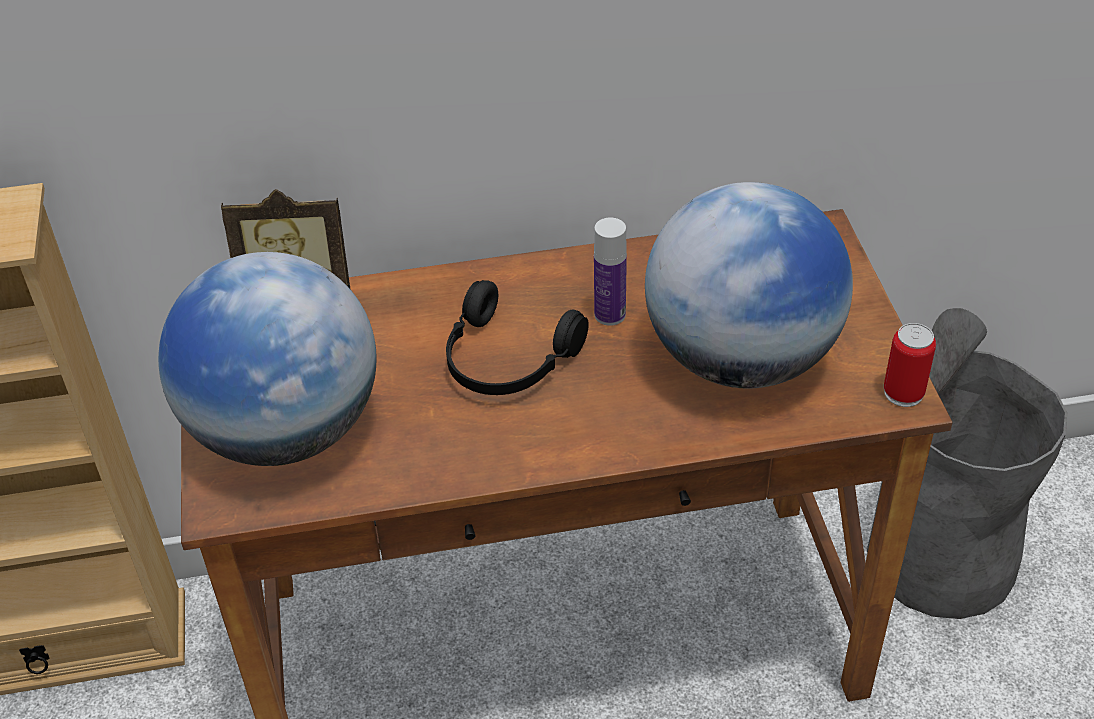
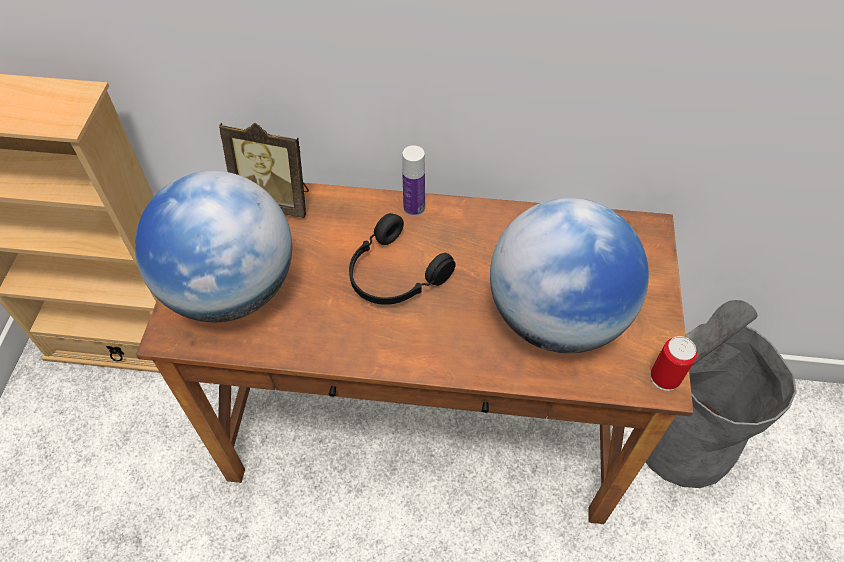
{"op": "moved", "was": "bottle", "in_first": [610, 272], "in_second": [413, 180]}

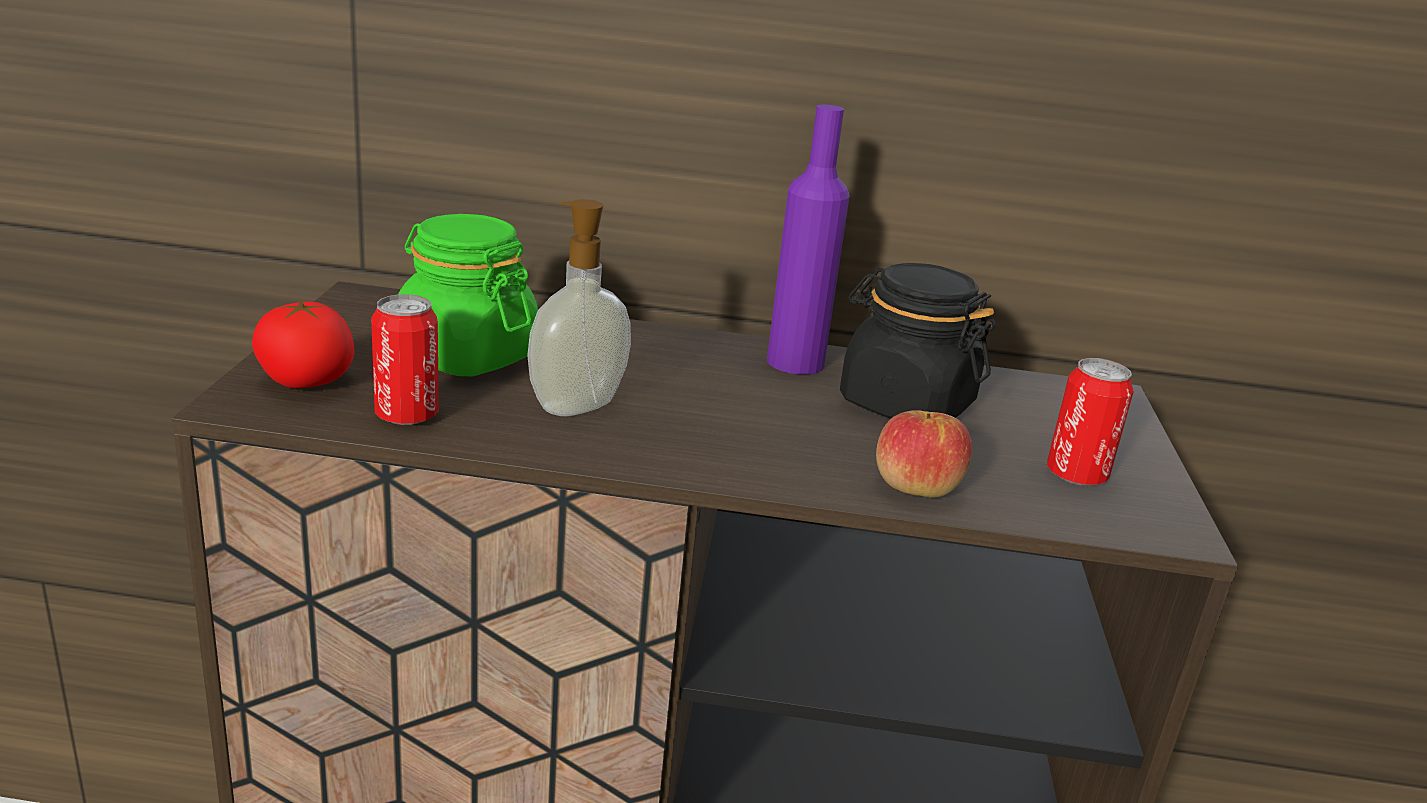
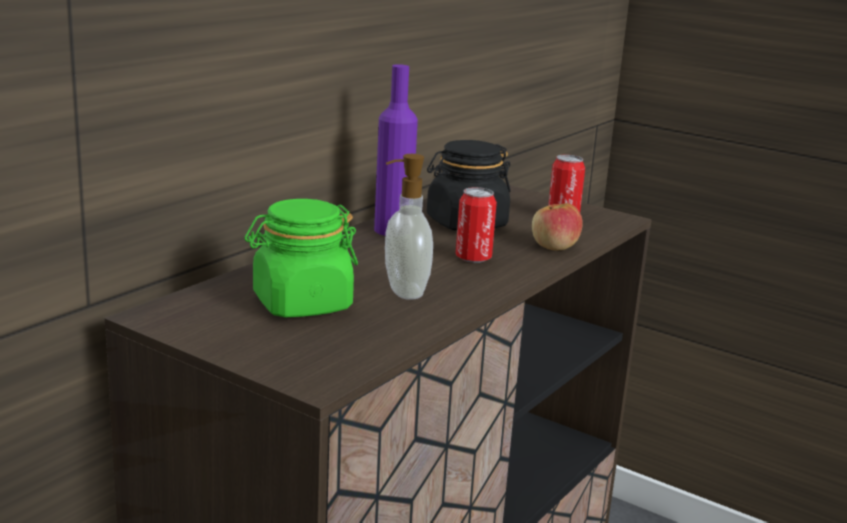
{"op": "removed", "was": "fresh tomato", "in_first": [303, 343]}
{"op": "moved", "was": "sealed can", "in_first": [405, 359], "in_second": [476, 225]}

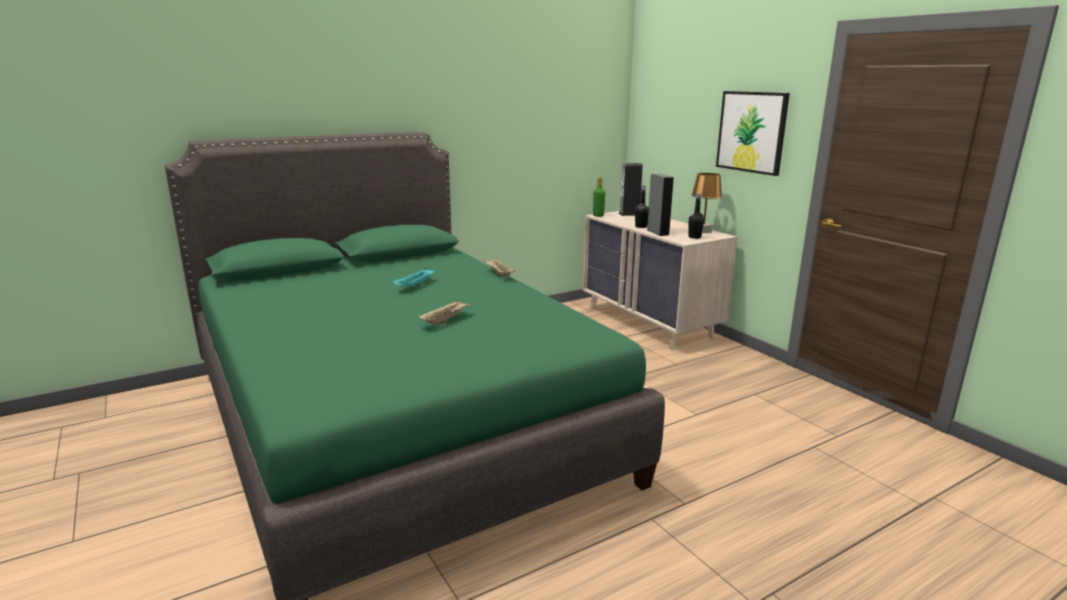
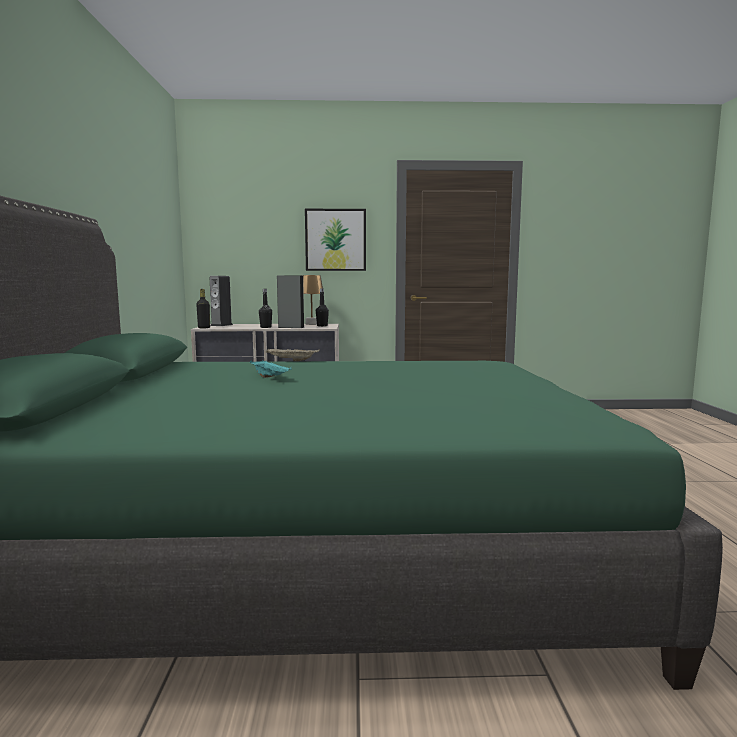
{"op": "removed", "was": "serving tray/beige-coloured", "in_first": [444, 312]}
{"op": "recoloured", "was": "bottle/green", "now": "bottle/blackish", "in_first": [599, 197], "in_second": [203, 308]}

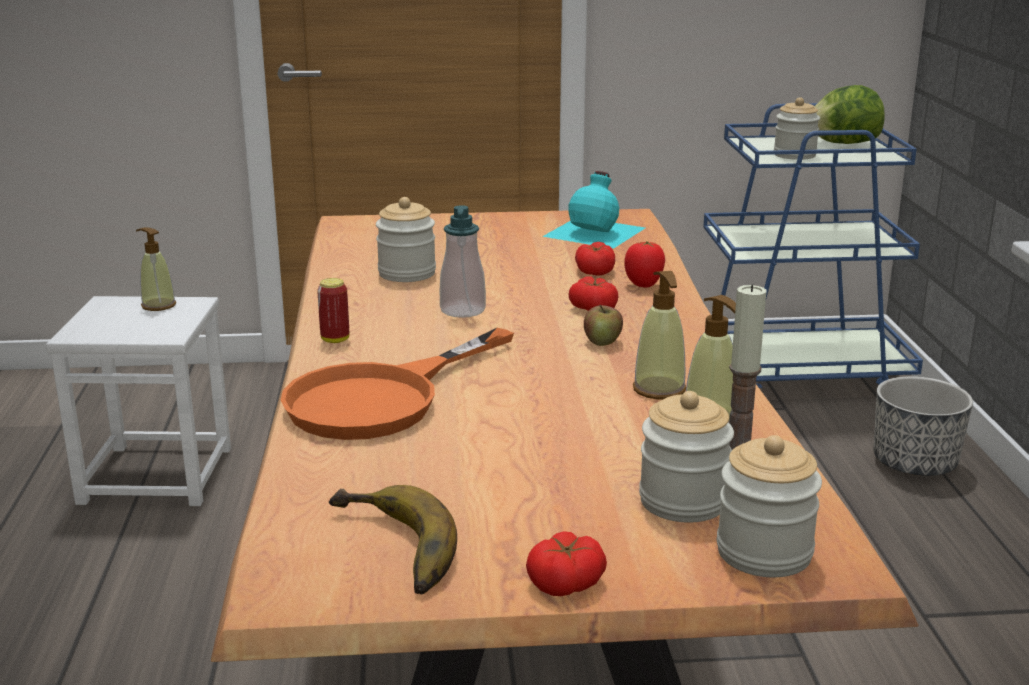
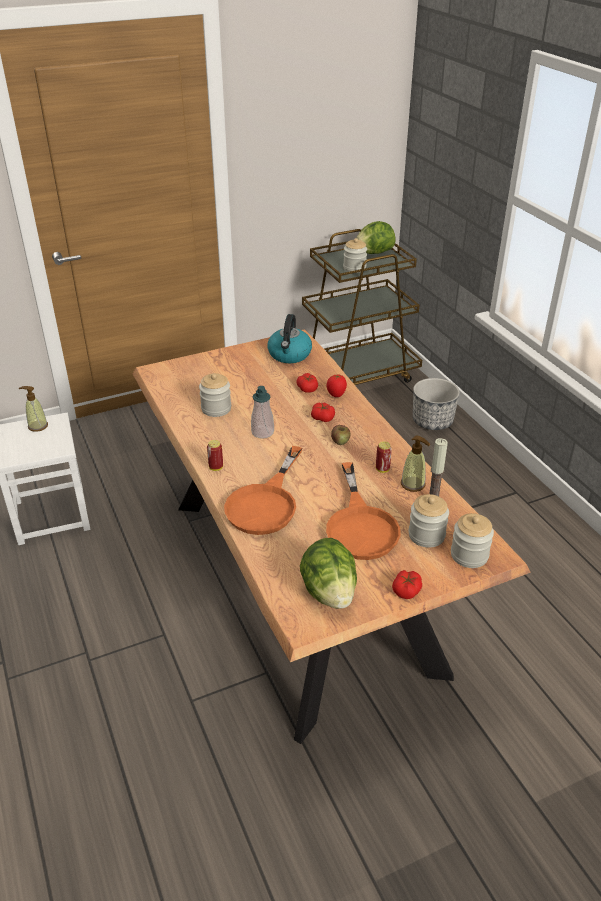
{"op": "added", "now": "frying pan/orange-coloured", "in_second": [363, 511]}
{"op": "replaced", "was": "banana", "now": "lettuce", "in_first": [393, 539], "in_second": [328, 573]}
{"op": "replaced", "was": "bottle/turquoise-coloured", "now": "tea kettle", "in_first": [593, 210], "in_second": [289, 338]}
{"op": "replaced", "was": "soap bottle", "now": "sealed can", "in_first": [659, 335], "in_second": [384, 457]}
{"op": "recoloured", "was": "trolley/blue-coloured", "now": "trolley/brown-coloured", "in_first": [813, 245], "in_second": [362, 307]}

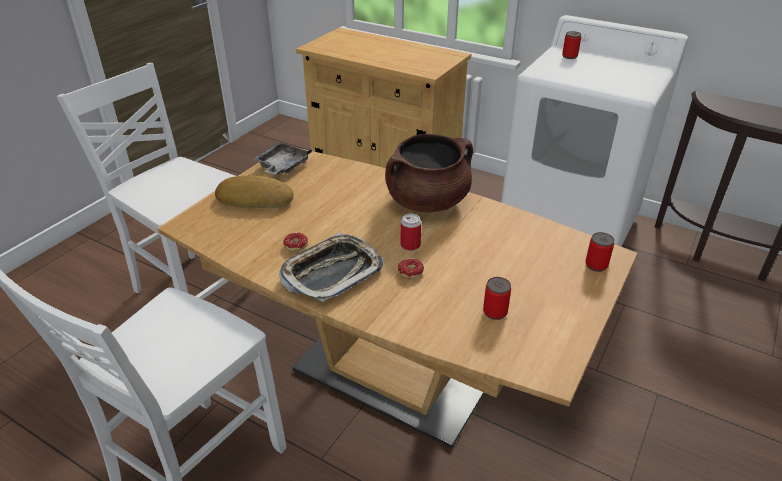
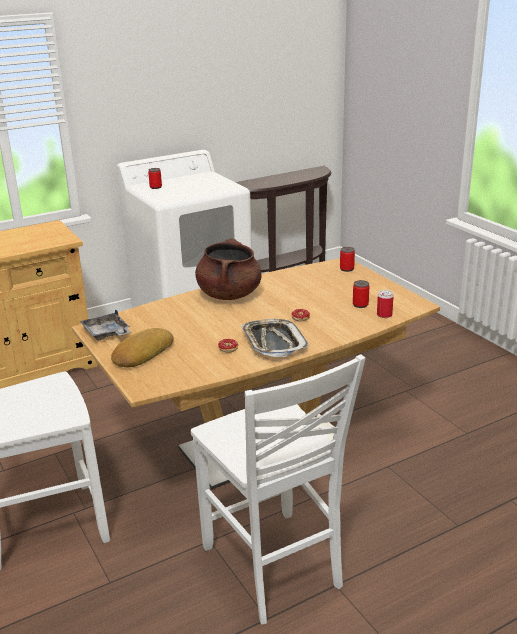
{"op": "moved", "was": "sealed can", "in_first": [411, 232], "in_second": [385, 304]}

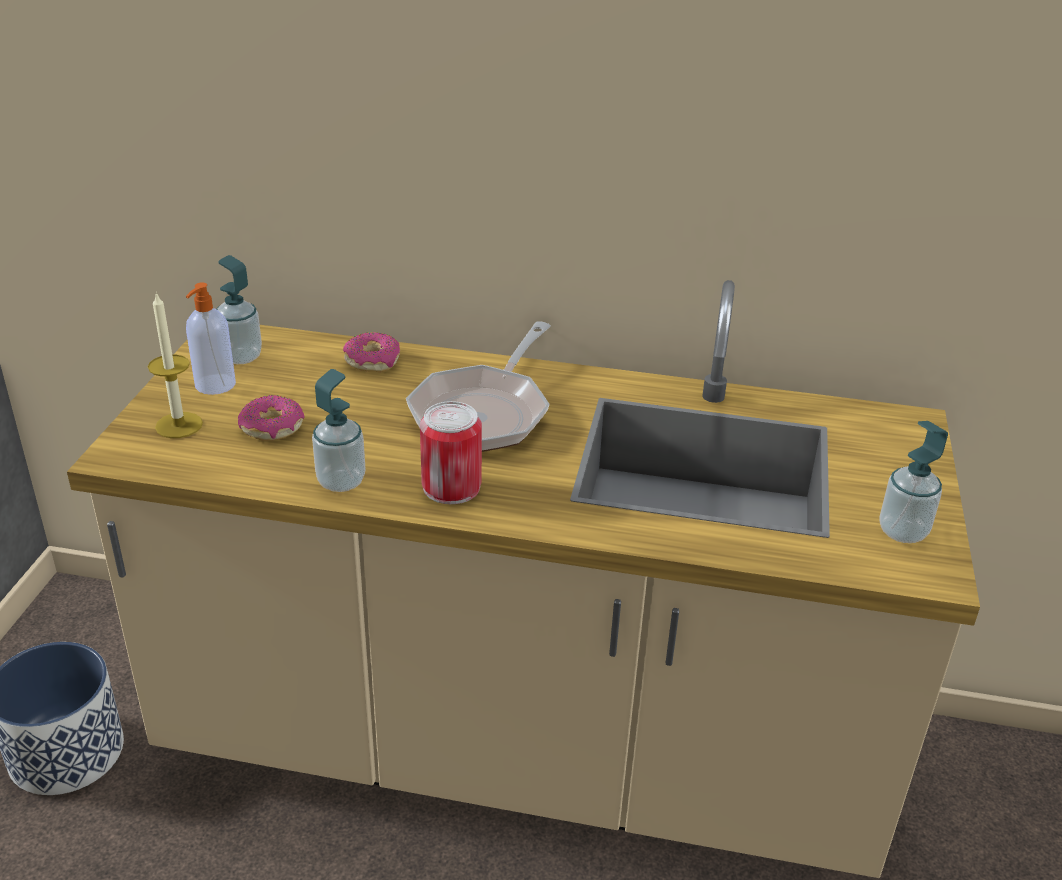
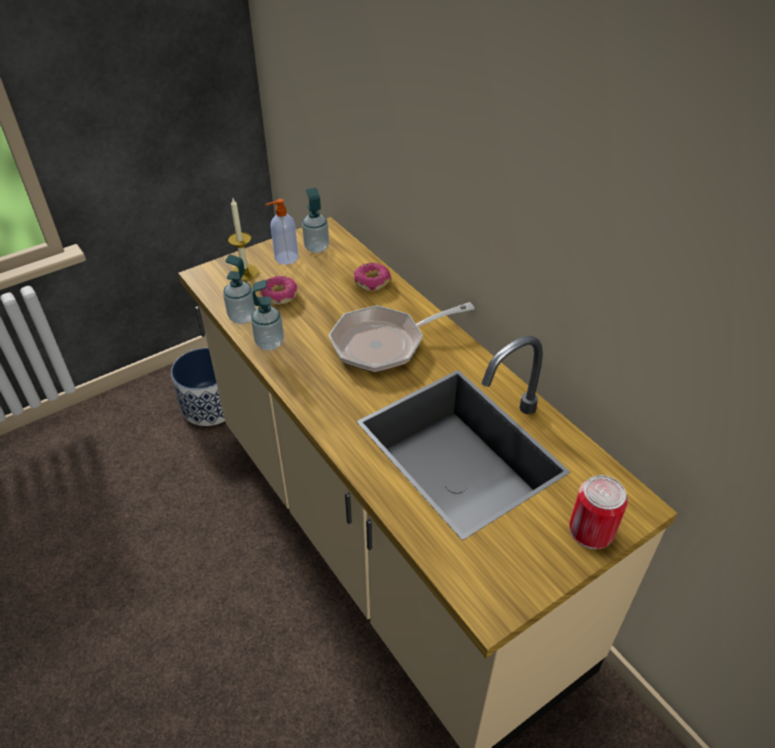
{"op": "moved", "was": "sealed can", "in_first": [451, 452], "in_second": [598, 512]}
{"op": "moved", "was": "soap bottle", "in_first": [913, 482], "in_second": [239, 289]}

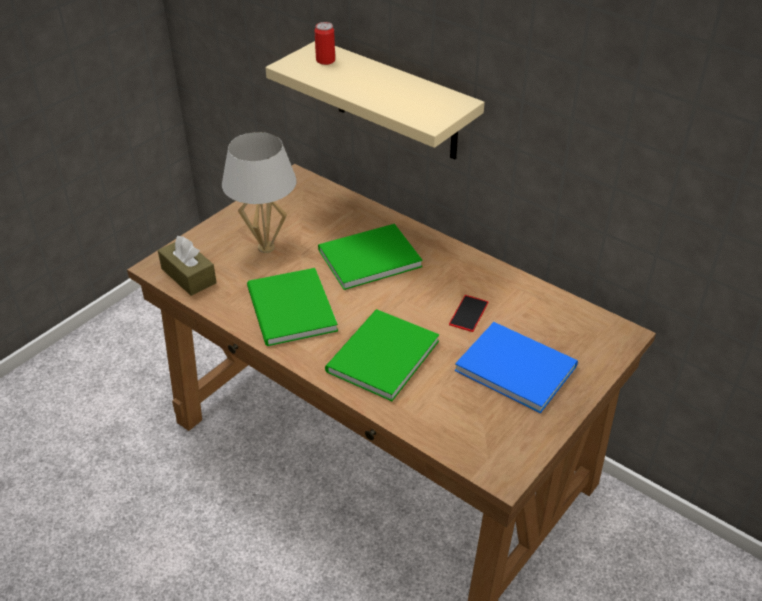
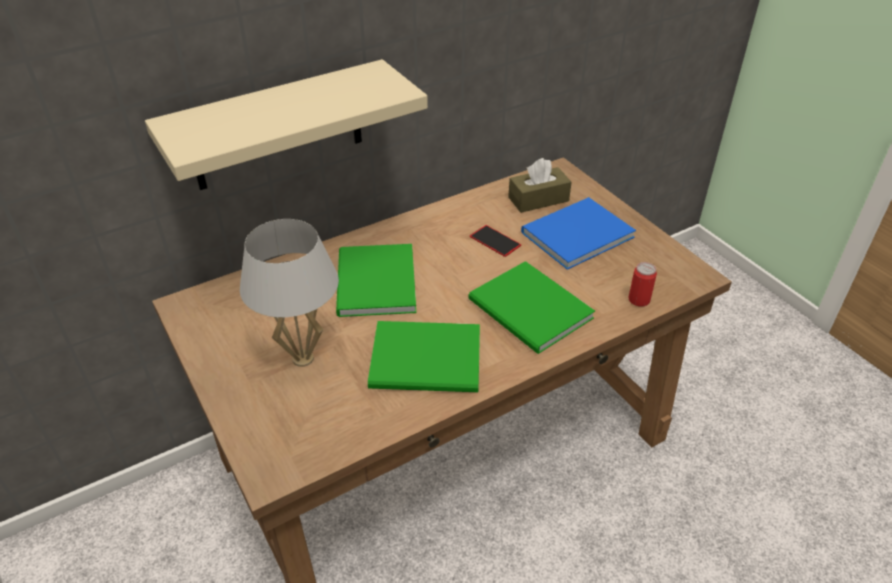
{"op": "moved", "was": "box of tissues/brown-coloured", "in_first": [187, 266], "in_second": [540, 185]}
{"op": "moved", "was": "sealed can", "in_first": [325, 43], "in_second": [642, 284]}

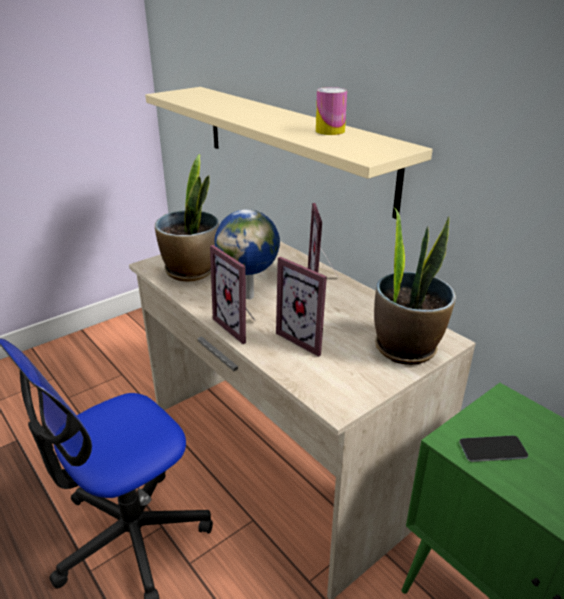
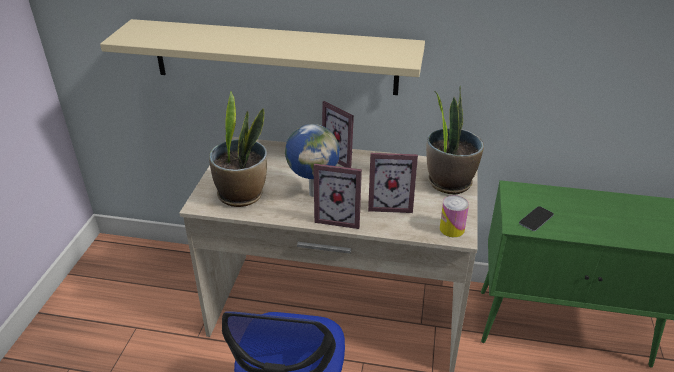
{"op": "moved", "was": "sealed can", "in_first": [331, 111], "in_second": [454, 216]}

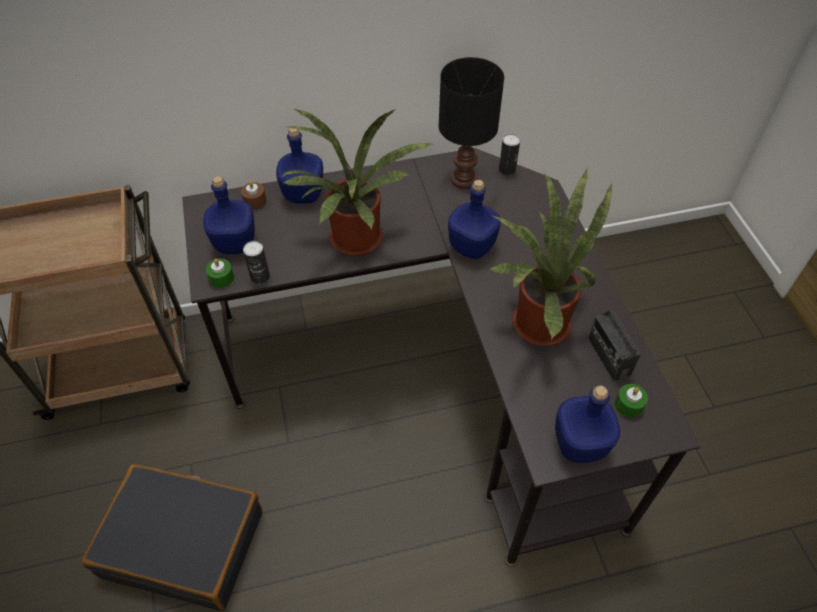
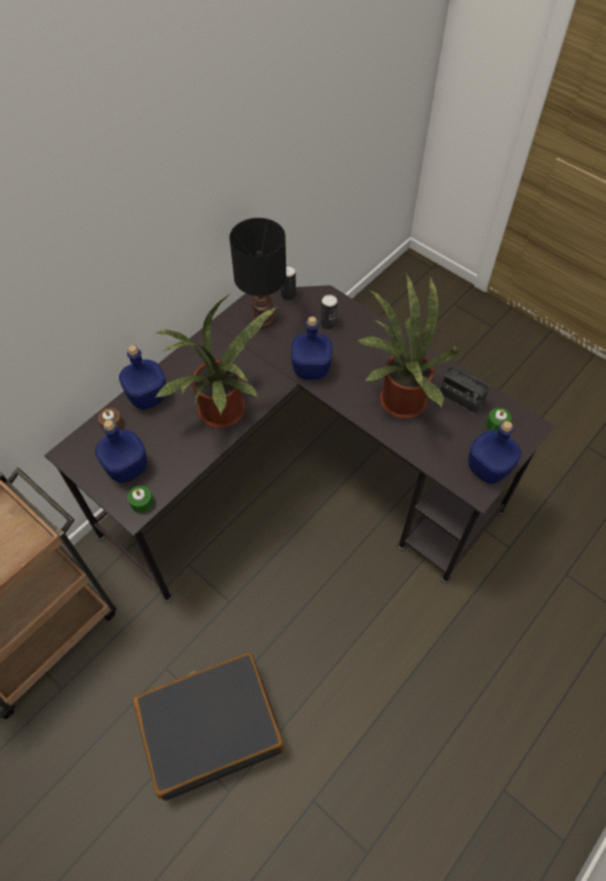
{"op": "moved", "was": "sealed can", "in_first": [256, 262], "in_second": [329, 312]}

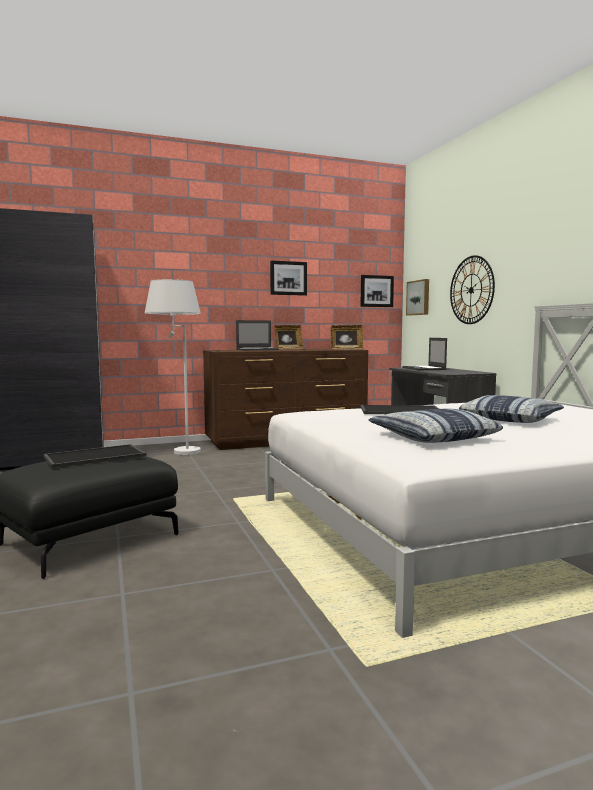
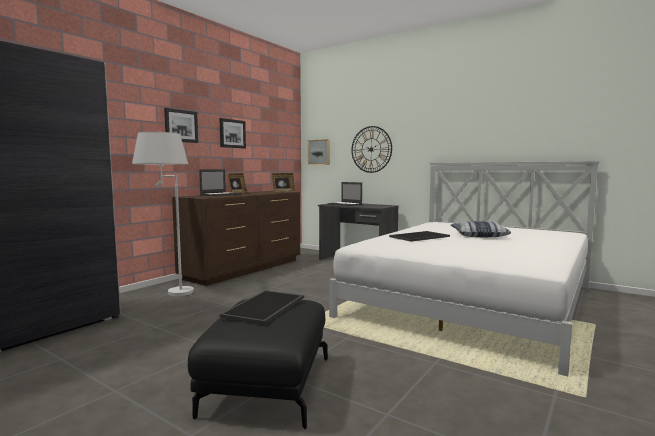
{"op": "removed", "was": "pillow", "in_first": [435, 426]}
{"op": "moved", "was": "wall picture", "in_first": [377, 291], "in_second": [181, 125]}

